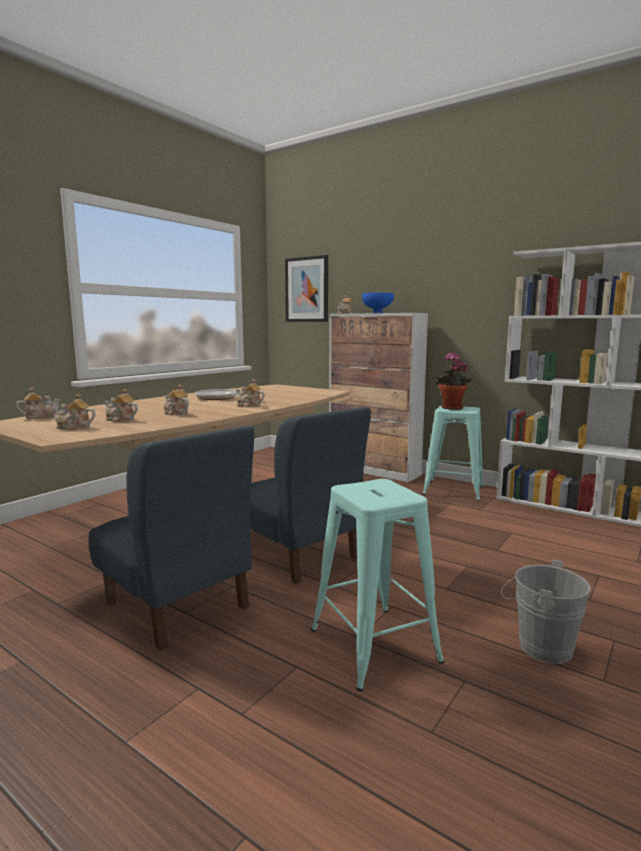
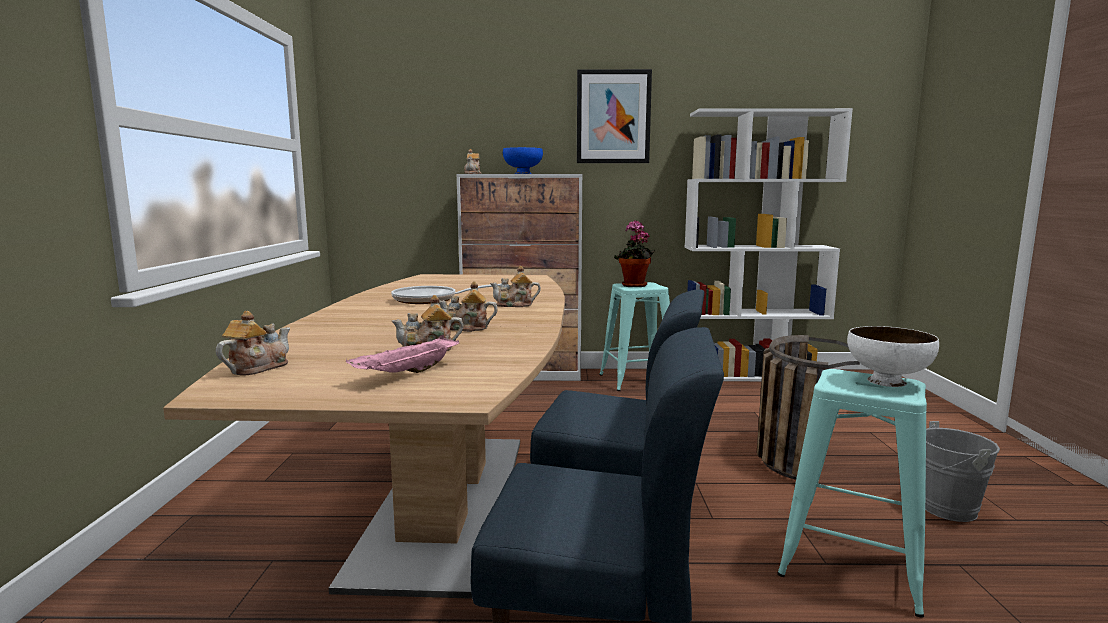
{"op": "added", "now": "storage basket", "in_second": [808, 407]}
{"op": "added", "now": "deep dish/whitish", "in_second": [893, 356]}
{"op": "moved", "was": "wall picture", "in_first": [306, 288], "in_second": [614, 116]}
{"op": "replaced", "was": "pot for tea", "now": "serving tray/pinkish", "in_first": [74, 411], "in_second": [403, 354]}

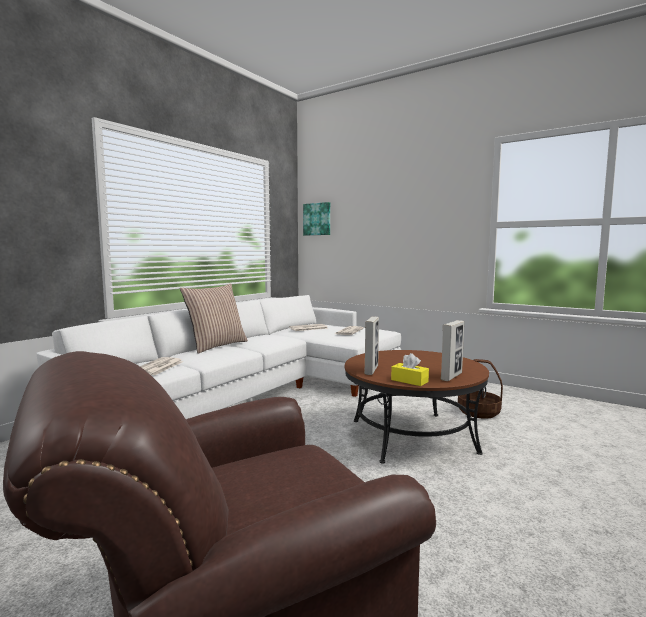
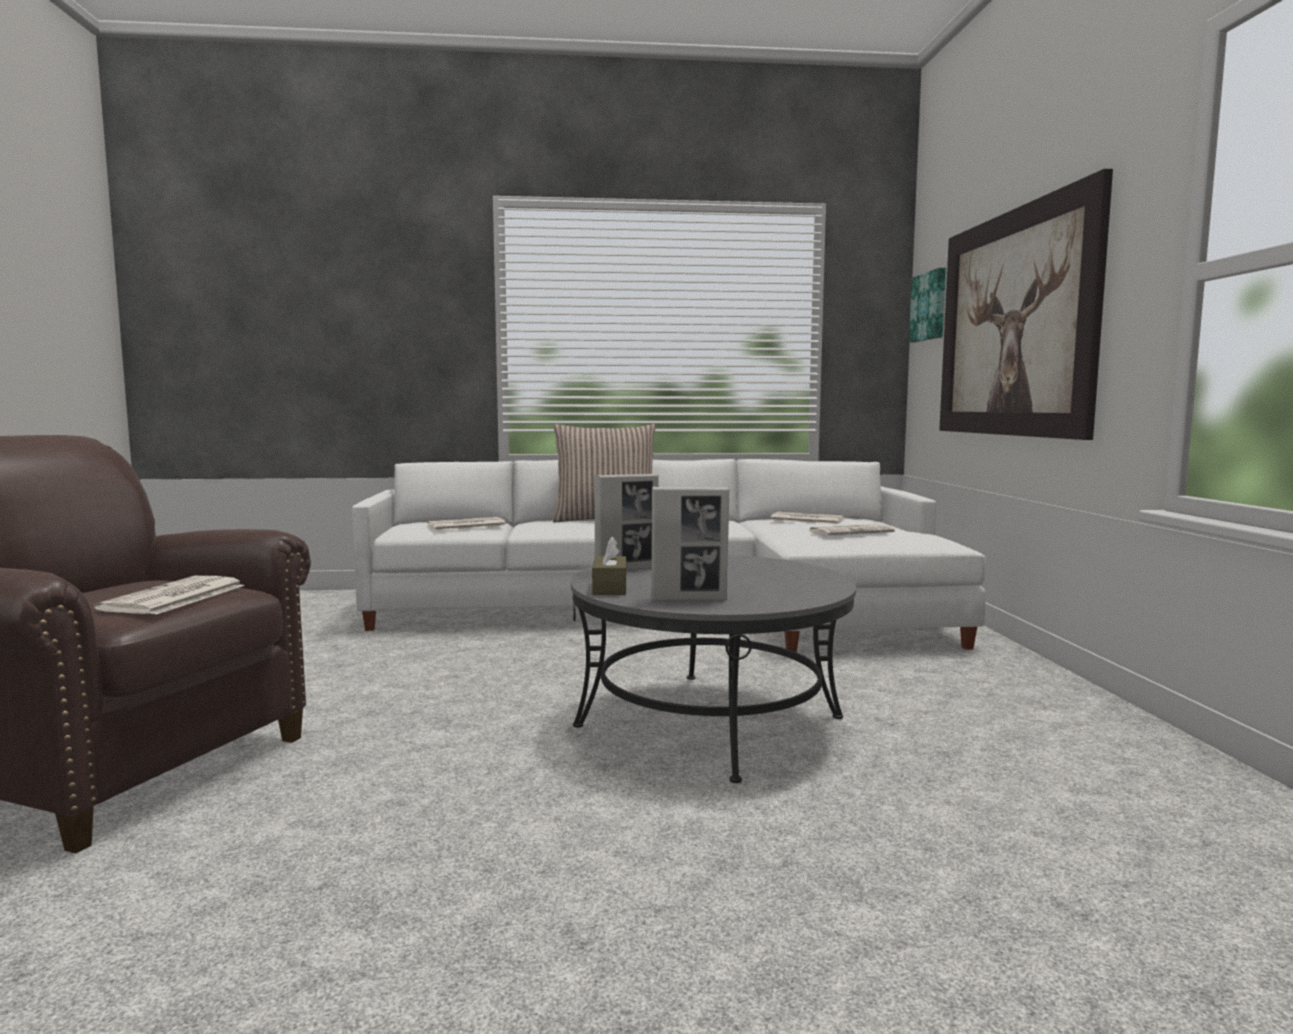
{"op": "removed", "was": "storage basket", "in_first": [480, 389]}
{"op": "added", "now": "newspaper", "in_second": [169, 595]}
{"op": "added", "now": "wall picture", "in_second": [1026, 304]}
{"op": "recoloured", "was": "lounge table/brown-coloured", "now": "lounge table/grey", "in_first": [417, 407], "in_second": [713, 669]}
{"op": "recoloured", "was": "box of tissues/yellow-coloured", "now": "box of tissues/brown-coloured", "in_first": [410, 369], "in_second": [609, 565]}

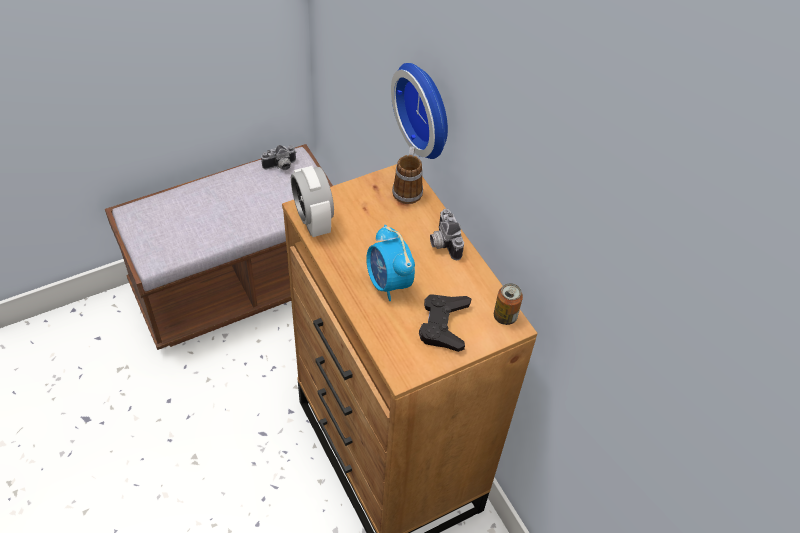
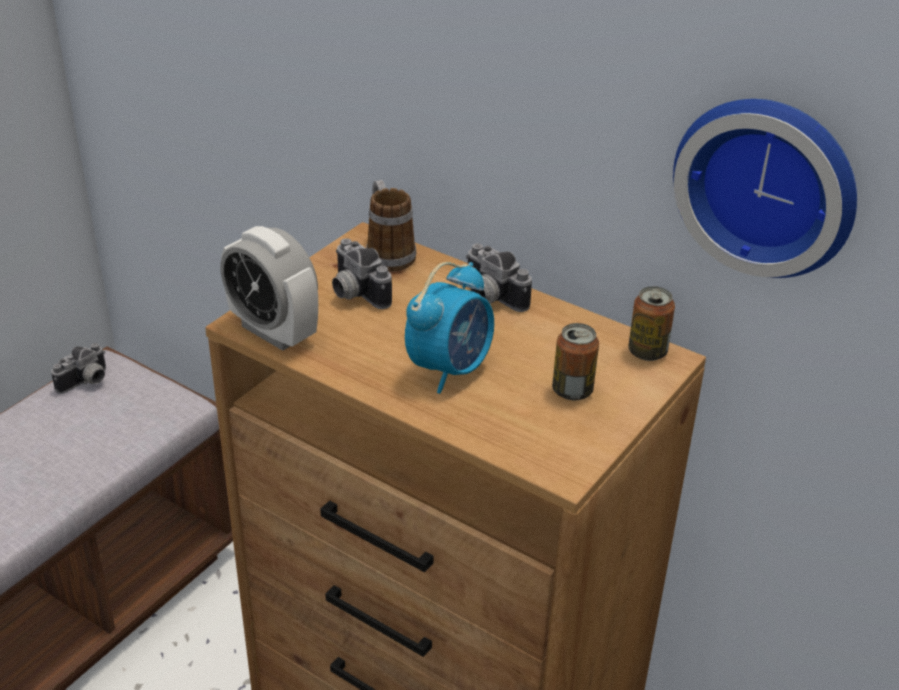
{"op": "added", "now": "photo camera", "in_second": [362, 273]}
{"op": "moved", "was": "hanging clock", "in_first": [419, 111], "in_second": [765, 188]}
{"op": "replaced", "was": "joypad/blackish", "now": "sealed can", "in_first": [445, 323], "in_second": [575, 361]}
{"op": "turned", "was": "alarm clock", "in_first": [390, 263], "in_second": [449, 328], "clockwise": -90}

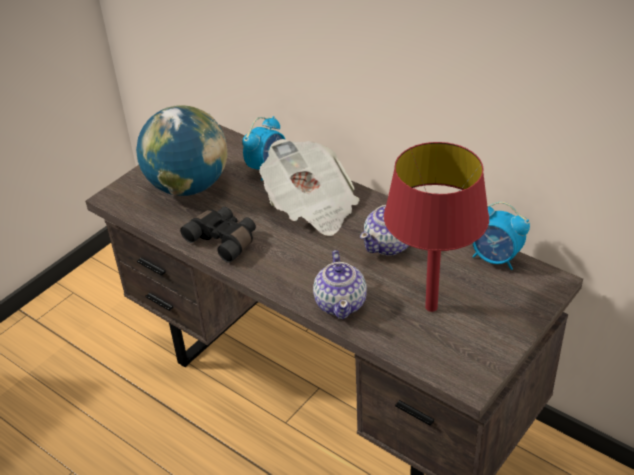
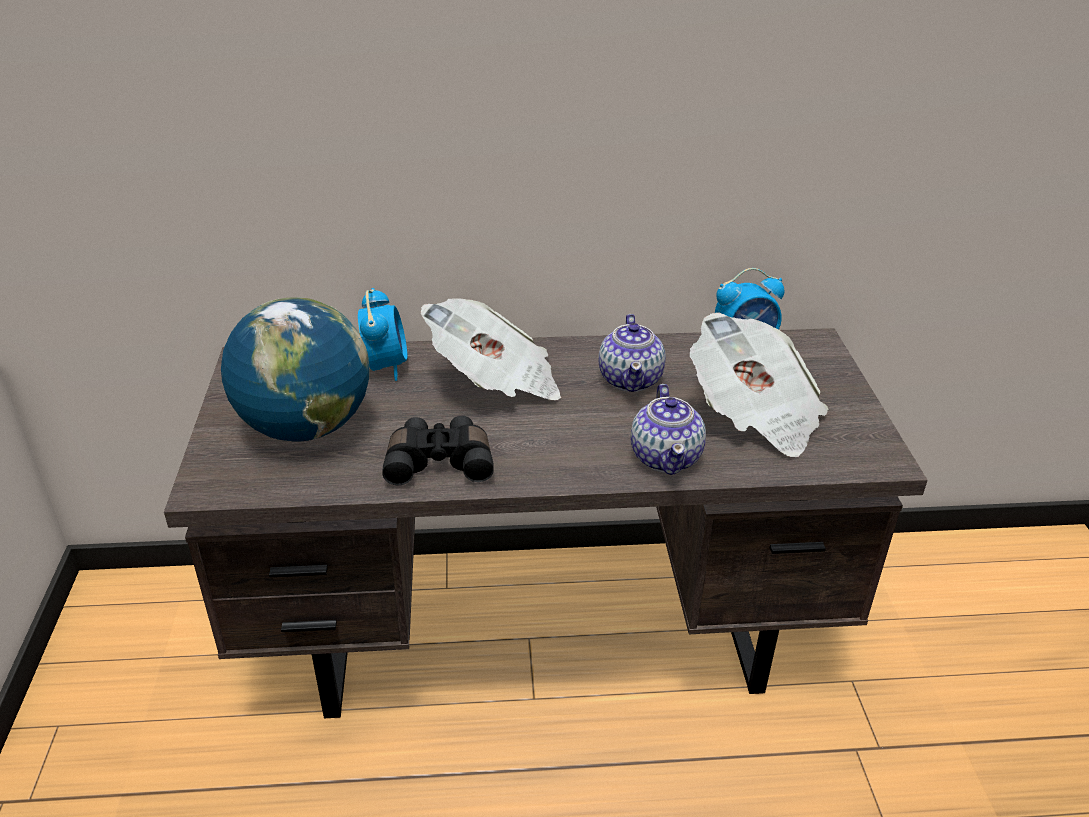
{"op": "replaced", "was": "table lamp/red-coloured", "now": "newspaper", "in_first": [436, 227], "in_second": [759, 384]}
{"op": "turned", "was": "pot for tea", "in_first": [340, 284], "in_second": [668, 429], "clockwise": 45}

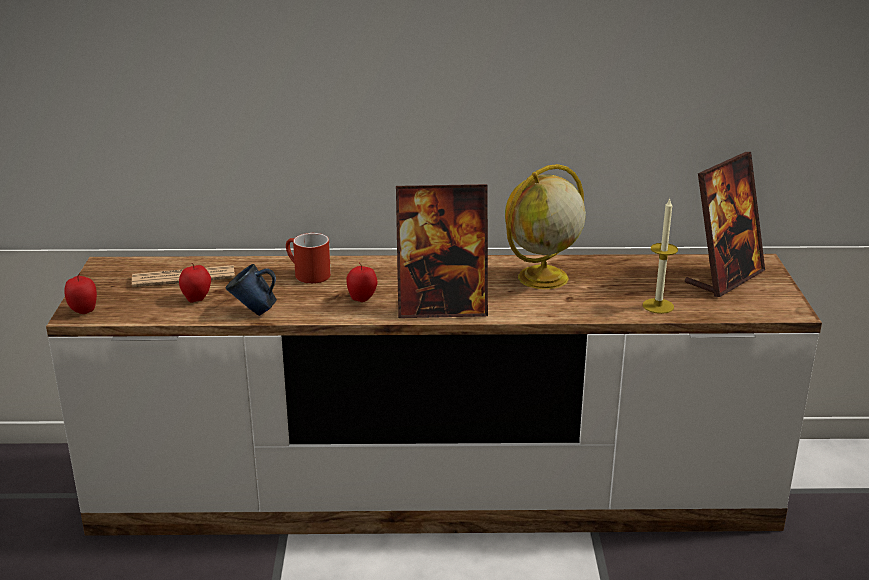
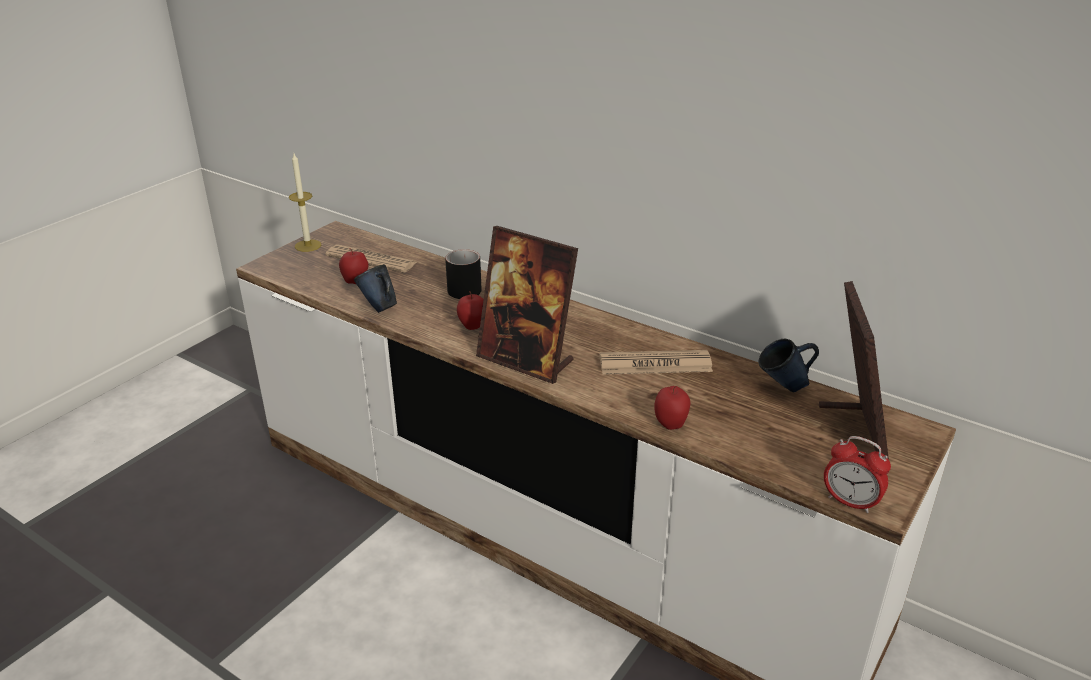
{"op": "added", "now": "tea mug/blue-coloured", "in_second": [788, 366]}
{"op": "added", "now": "alarm clock", "in_second": [857, 474]}
{"op": "moved", "was": "whole apple", "in_first": [80, 293], "in_second": [672, 408]}
{"op": "moved", "was": "wax light", "in_first": [660, 256], "in_second": [305, 202]}
{"op": "replaced", "was": "desk globe", "now": "newspaper", "in_first": [545, 226], "in_second": [656, 362]}
{"op": "recoloured", "was": "tea mug/red-coloured", "now": "tea mug/blackish", "in_first": [308, 258], "in_second": [463, 274]}
{"op": "turned", "was": "picture frame", "in_first": [725, 224], "in_second": [854, 370], "clockwise": -75}

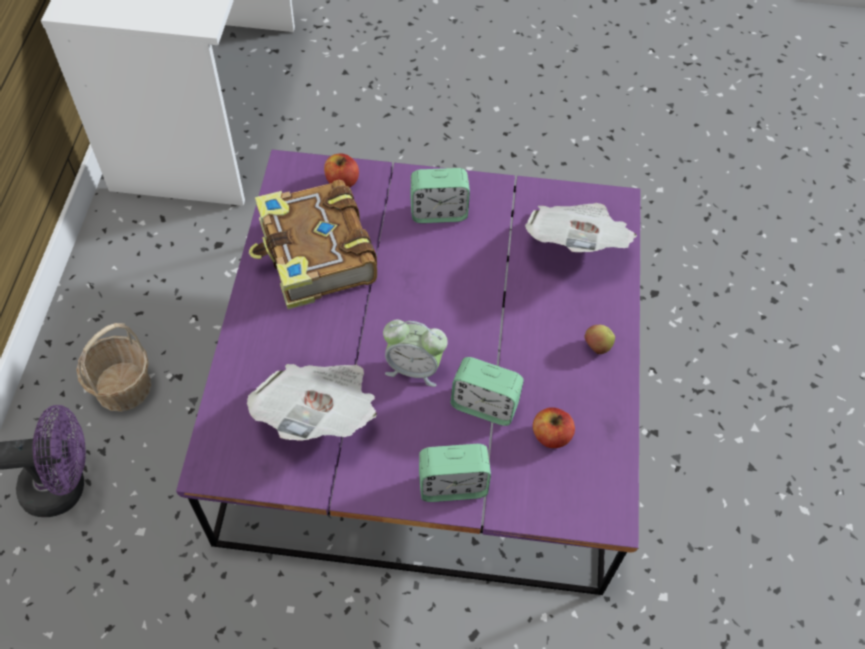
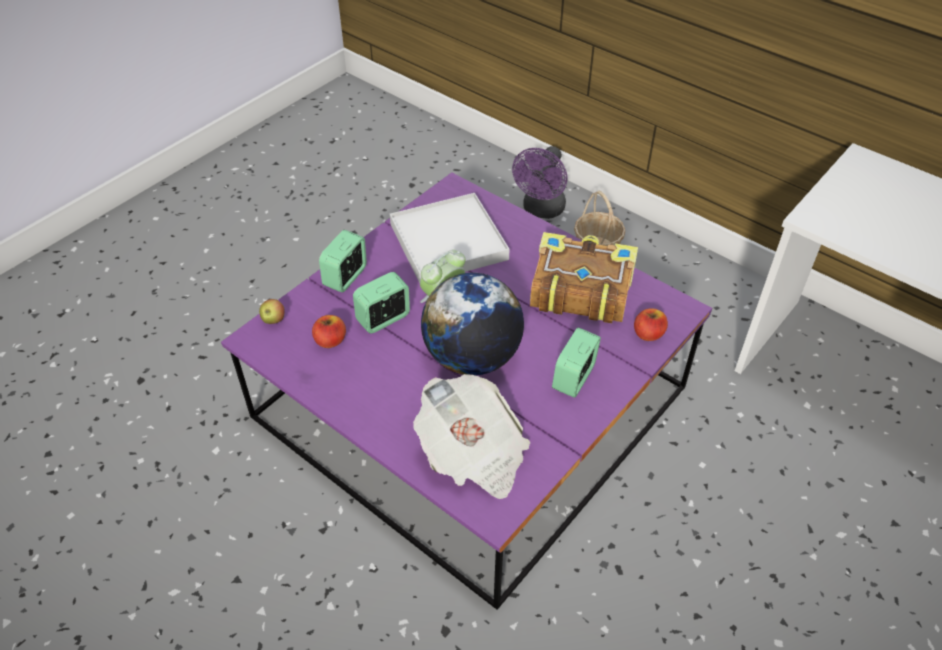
{"op": "added", "now": "desk globe", "in_second": [472, 323]}
{"op": "moved", "was": "whole apple", "in_first": [600, 339], "in_second": [271, 311]}
{"op": "replaced", "was": "newspaper", "now": "serving tray/whitish", "in_first": [312, 402], "in_second": [450, 238]}

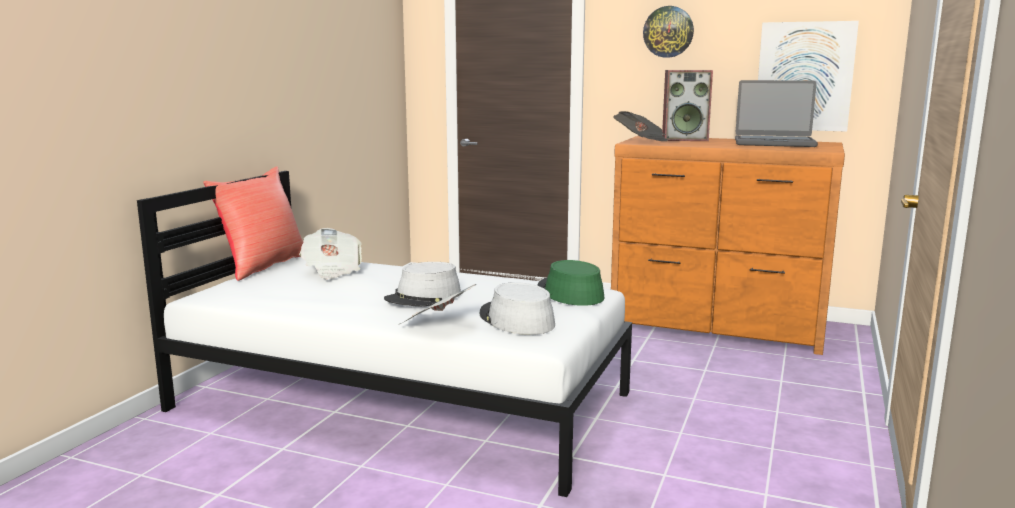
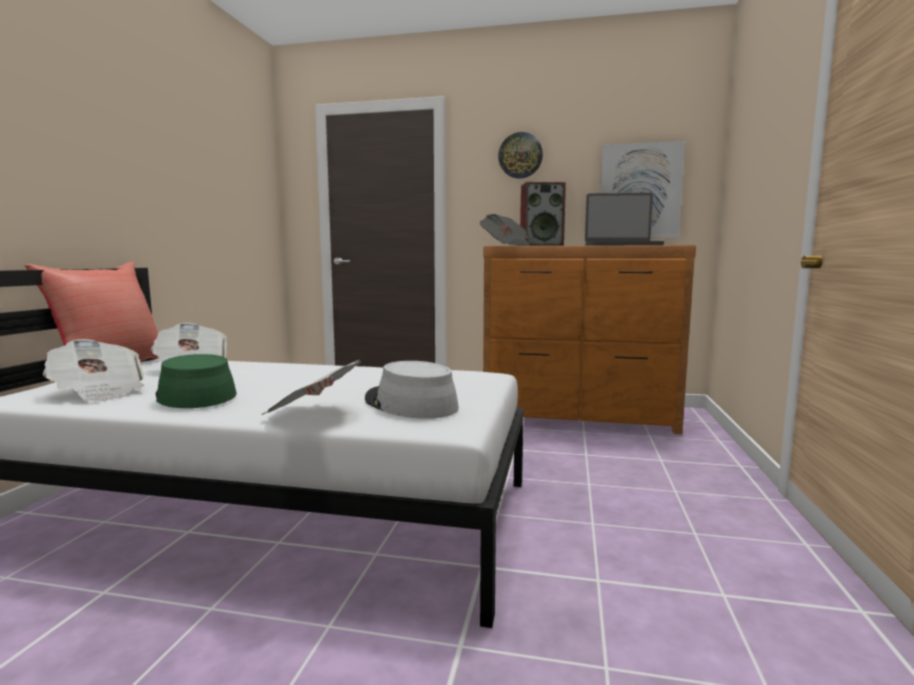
{"op": "removed", "was": "clothing hat/grey", "in_first": [422, 284]}
{"op": "added", "now": "newspaper", "in_second": [93, 371]}
{"op": "moved", "was": "clothing hat/green", "in_first": [570, 283], "in_second": [196, 381]}

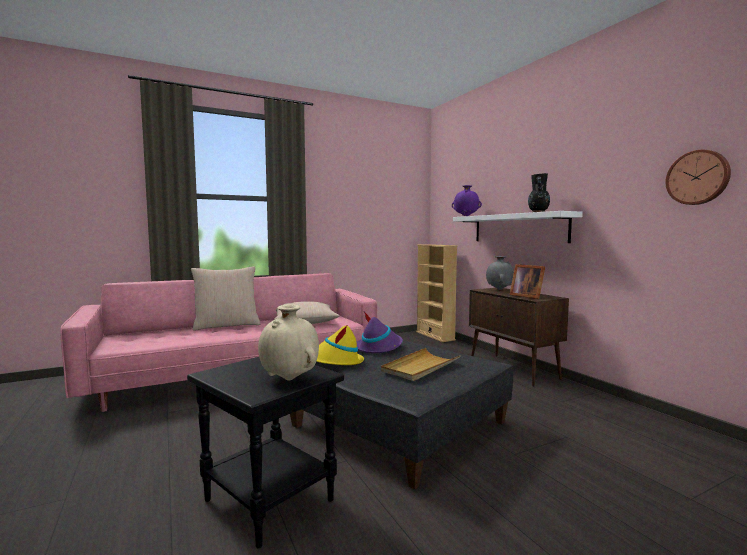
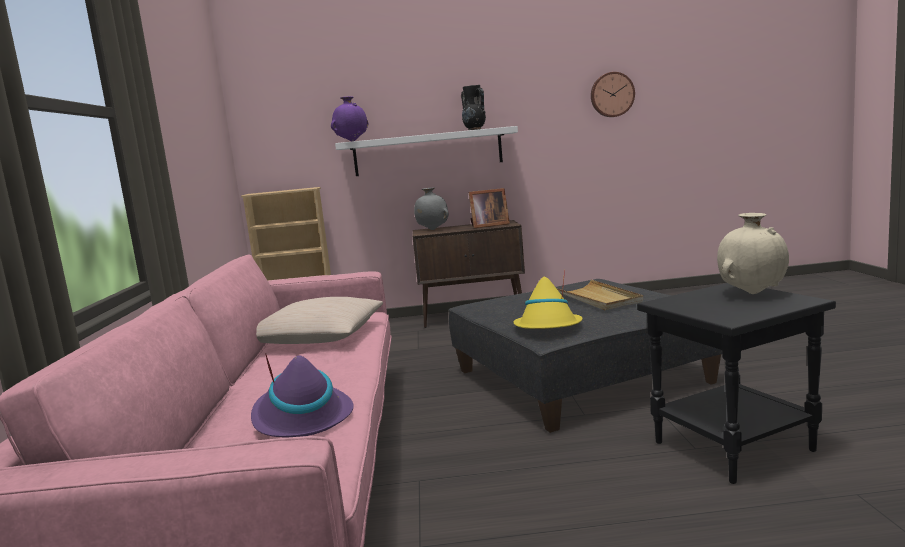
{"op": "removed", "was": "pillow/beige-coloured", "in_first": [225, 298]}
{"op": "moved", "was": "clothing hat/purplish", "in_first": [380, 332], "in_second": [302, 395]}

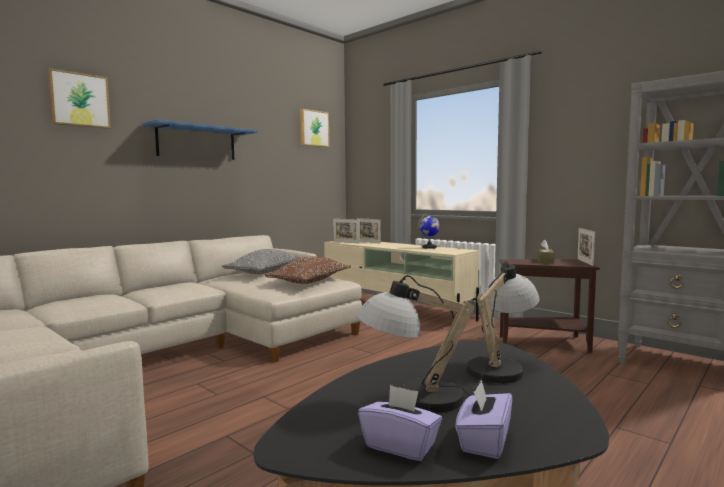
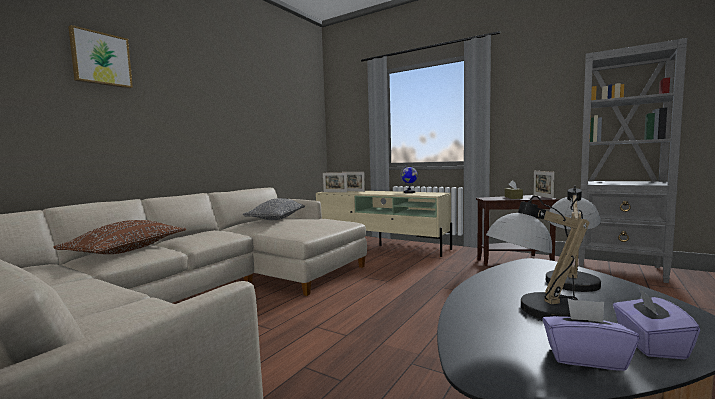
{"op": "removed", "was": "shelf/blue-coloured", "in_first": [200, 140]}
{"op": "removed", "was": "wall picture", "in_first": [314, 128]}
{"op": "moved", "was": "pillow/brown-coloured", "in_first": [308, 270], "in_second": [119, 237]}

